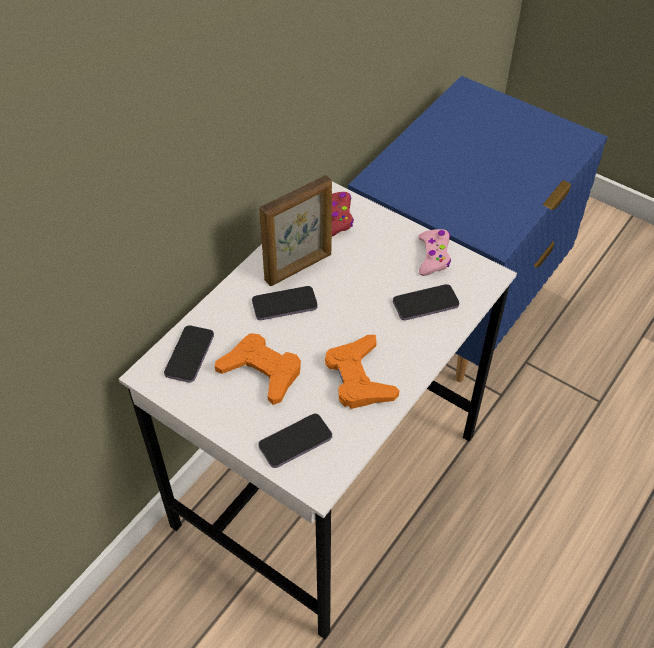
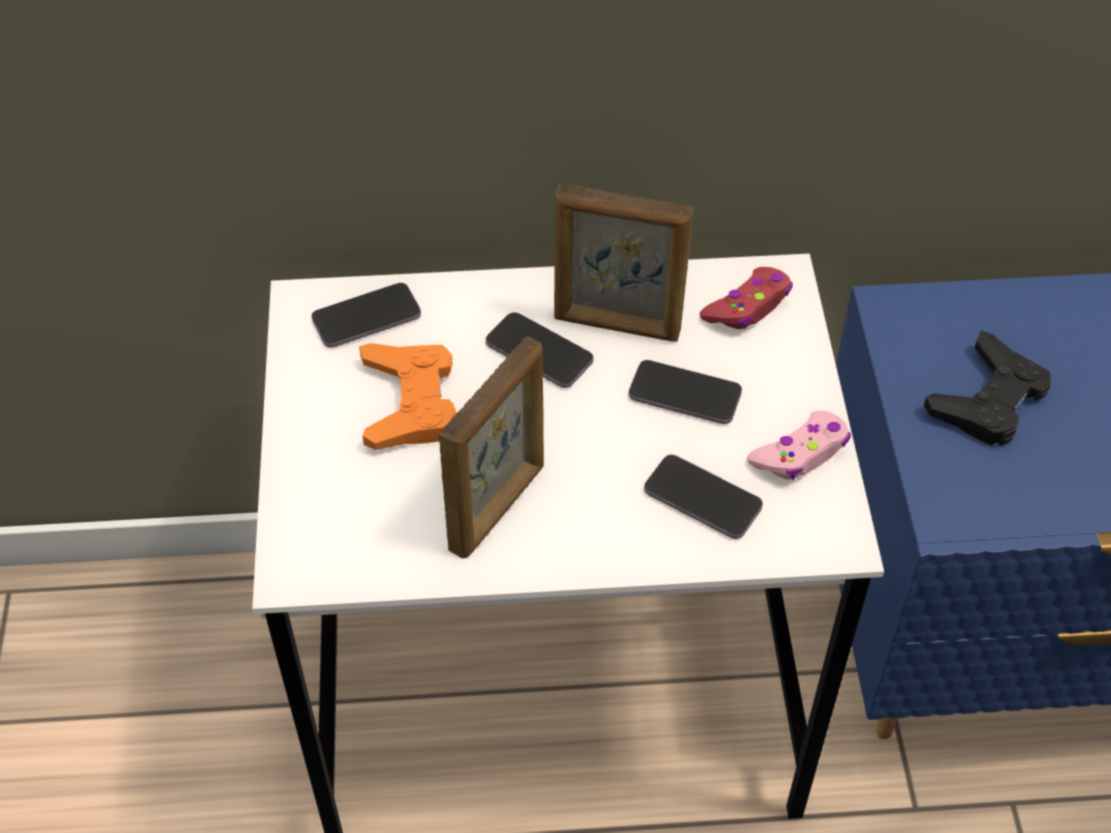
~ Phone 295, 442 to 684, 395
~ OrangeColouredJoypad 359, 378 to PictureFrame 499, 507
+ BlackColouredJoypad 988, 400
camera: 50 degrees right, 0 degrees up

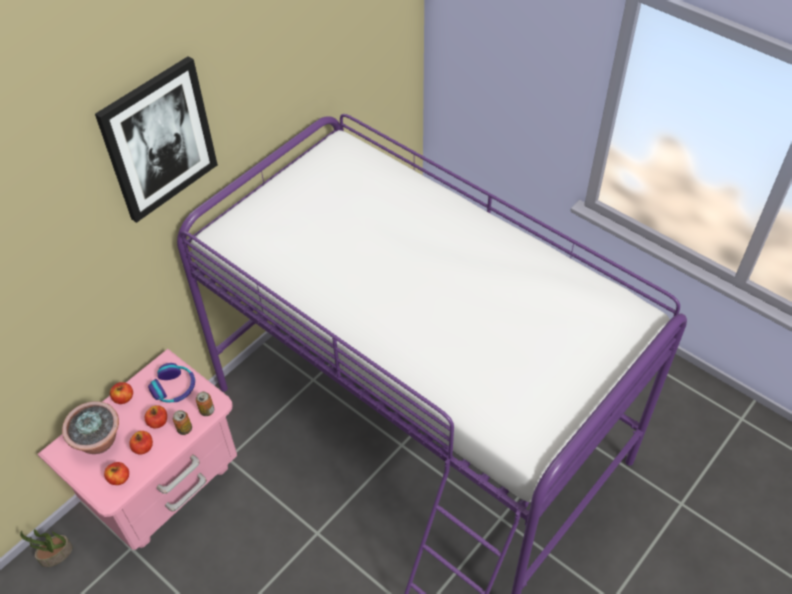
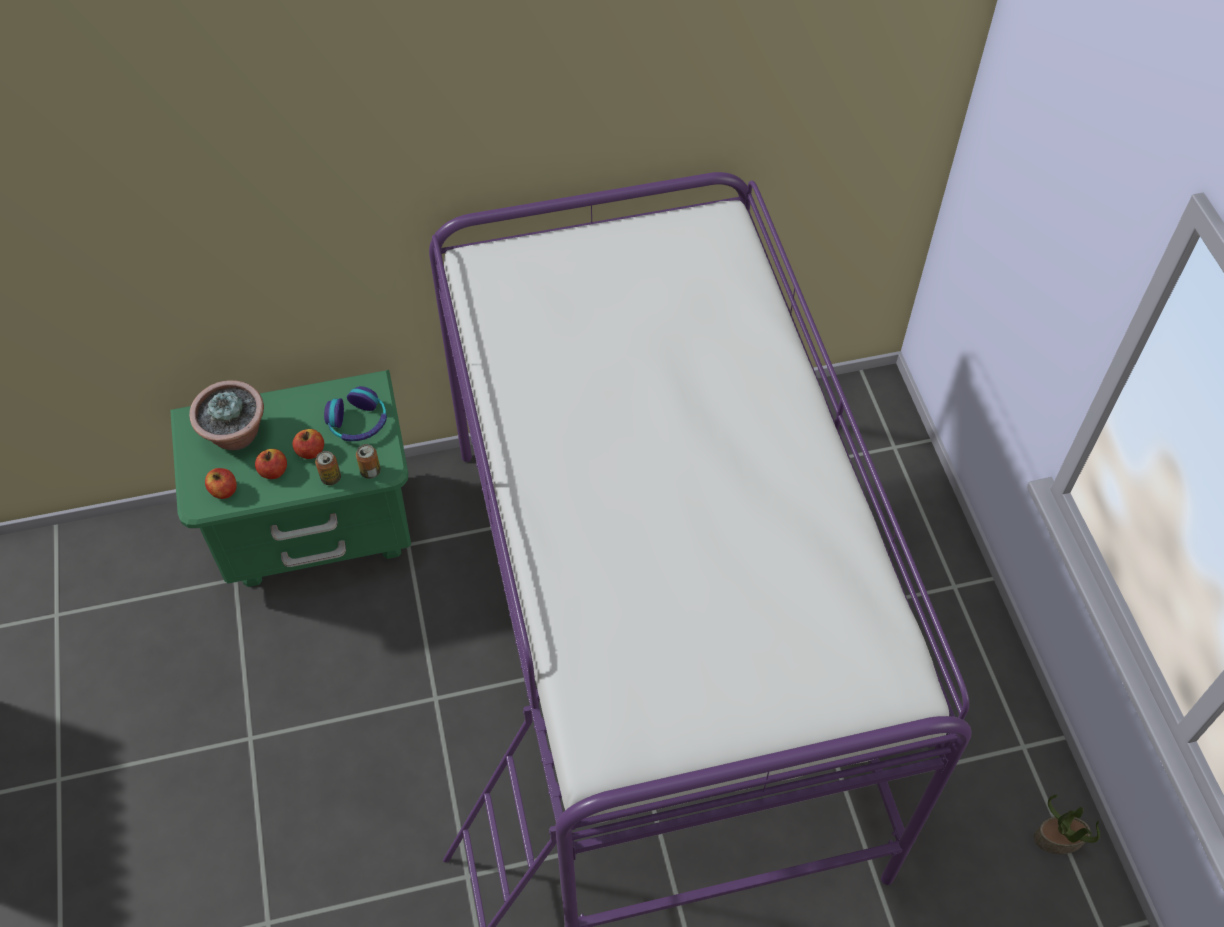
~ Houseplant 56, 555 to 1058, 839
~ PinkishNightTable 167, 489 to GreenishNightTable 319, 537
- WallPicture 158, 140
- AppleFruit 123, 398
camera: 35 degrees right, 5 degrees up

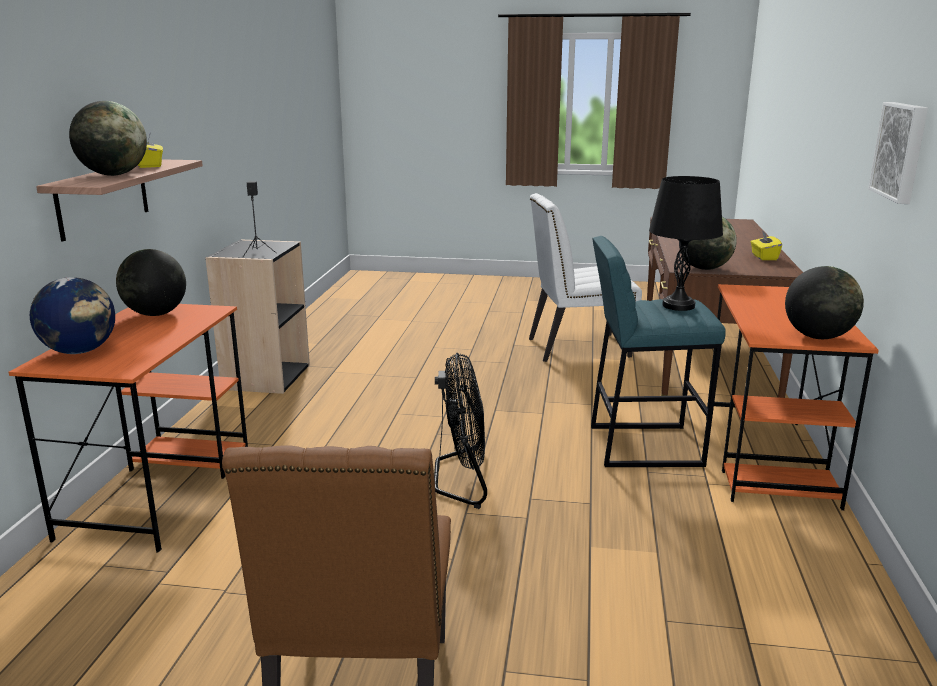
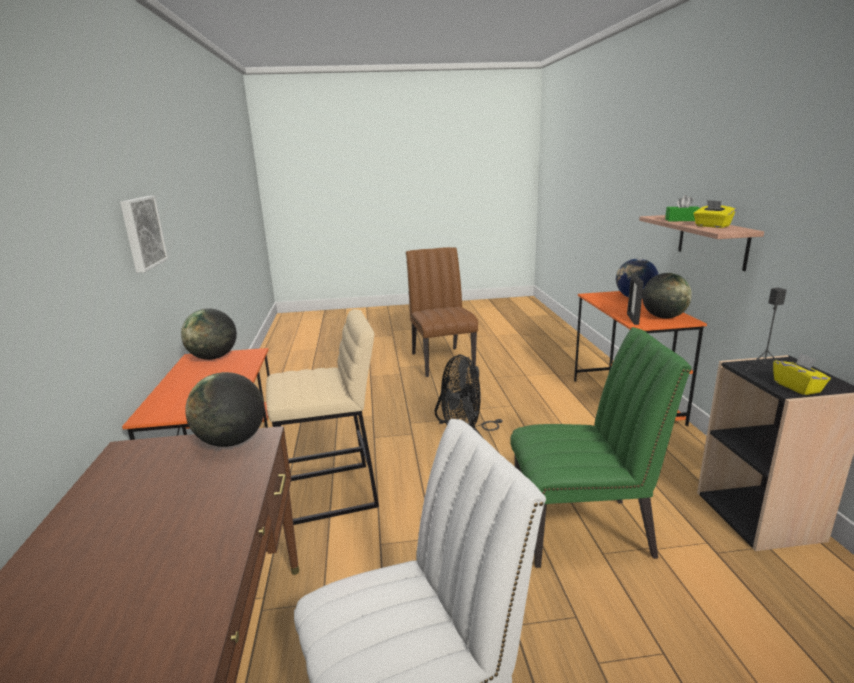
~ WorldGlobe 113, 175 to GreenishBoxOfTissues 681, 220
~ TurquoiseSittingStool 642, 446 to SandColouredSittingStool 333, 492
- BlackColouredLampForATable 678, 306
~ YellowColouredBoxOfTissues 764, 257 to 797, 387
+ GreenishUprightChair 580, 531
+ PictureFrame 633, 319
camera: 165 degrees right, 0 degrees up

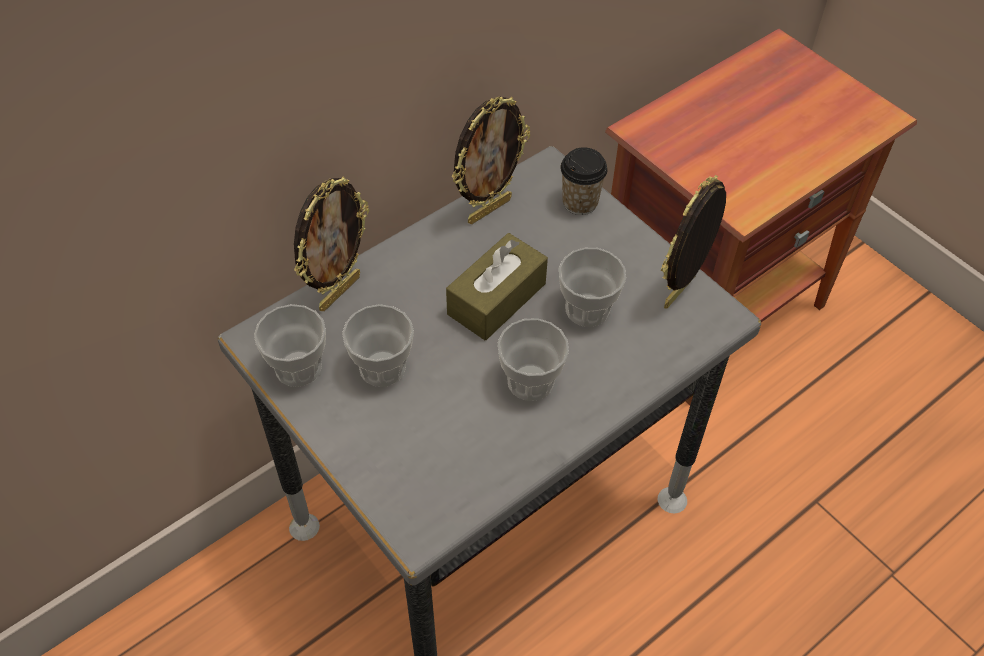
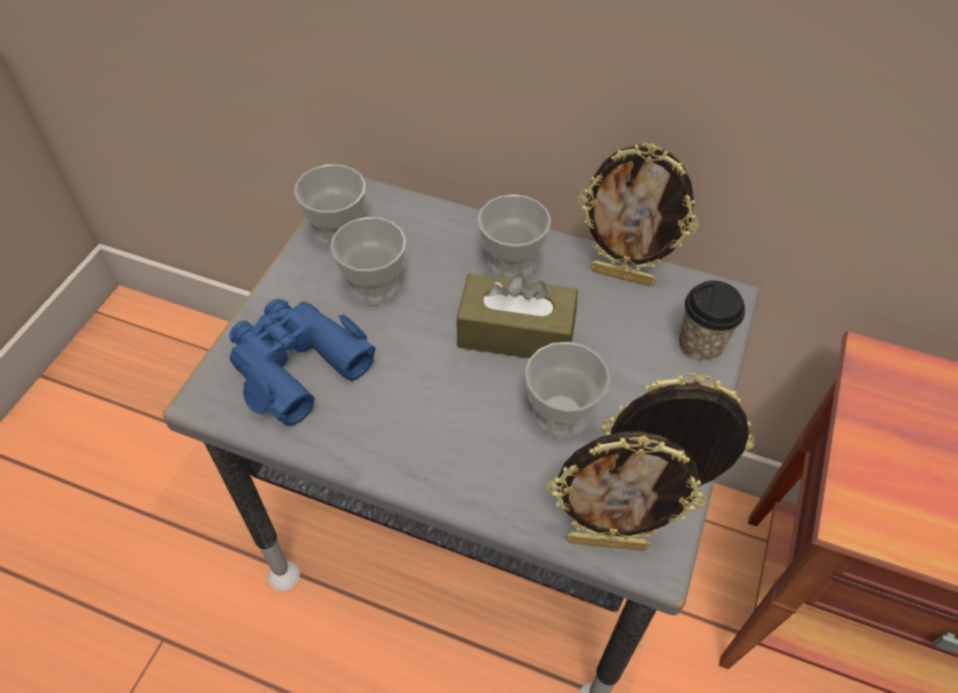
~ PictureFrame 338, 292 to 607, 541
~ SmallCup 530, 381 to 511, 263
+ BluishPairOfBinoculars 296, 364
camera: 60 degrees right, 0 degrees up

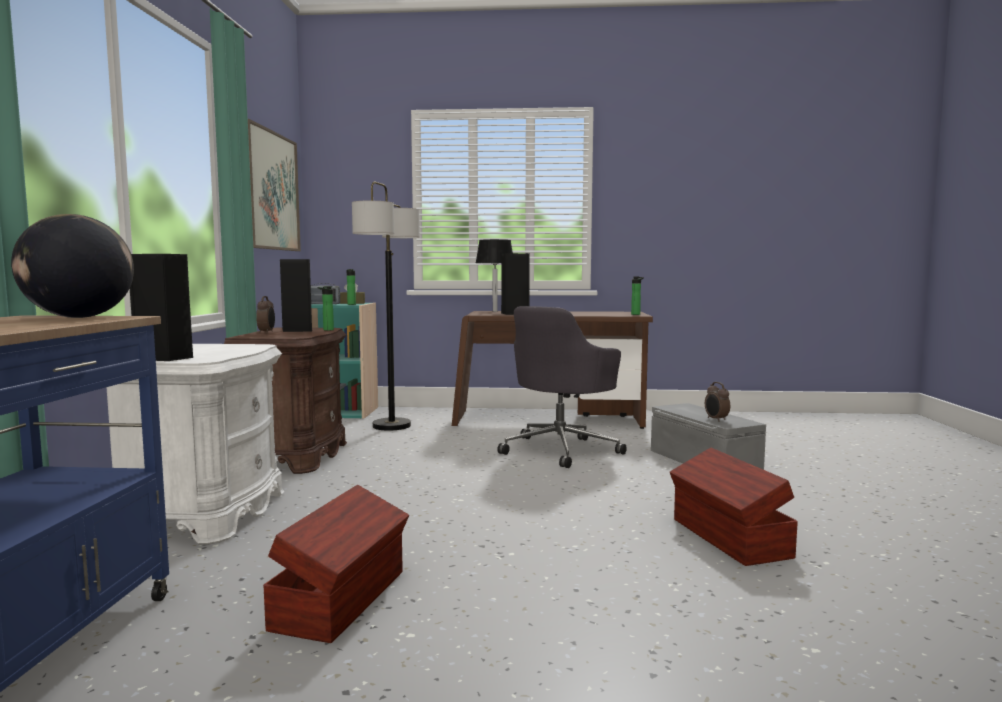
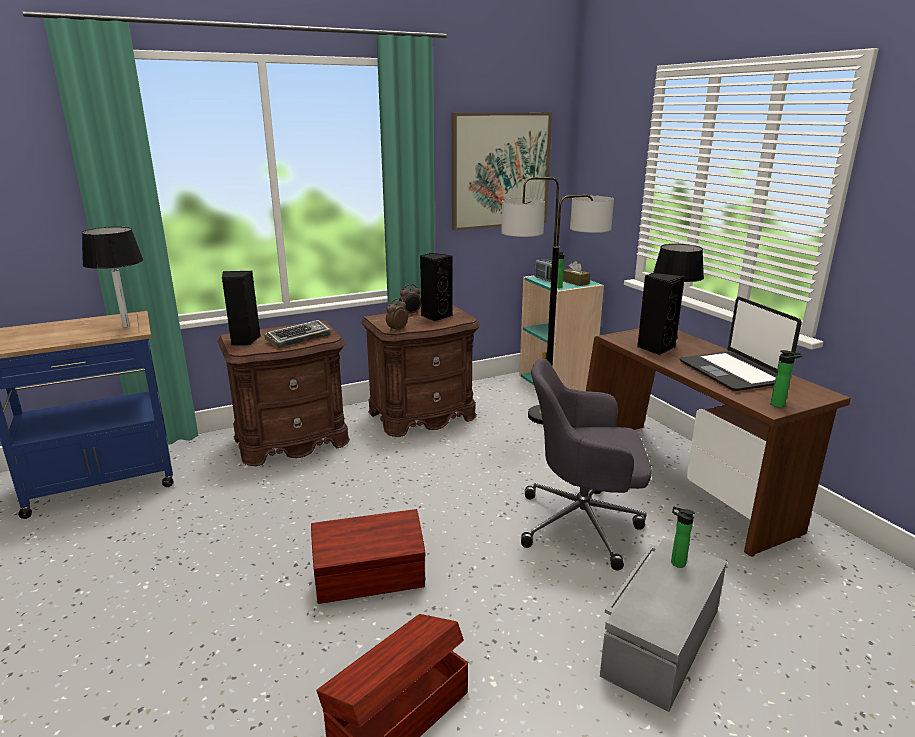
~ WorldGlobe 79, 317 to BlackColouredLampForATable 126, 326
~ WhitishNightTable 214, 513 to BrownColouredNightTable 294, 442
~ BrownColouredStorageContainer 343, 599 to 371, 580
~ DrinkBottle 326, 330 to 675, 562
~ AlarmClock 716, 419 to 396, 330
+ Keyboard 299, 338
+ NotebookComputer 732, 372
camera: 60 degrees right, 15 degrees up

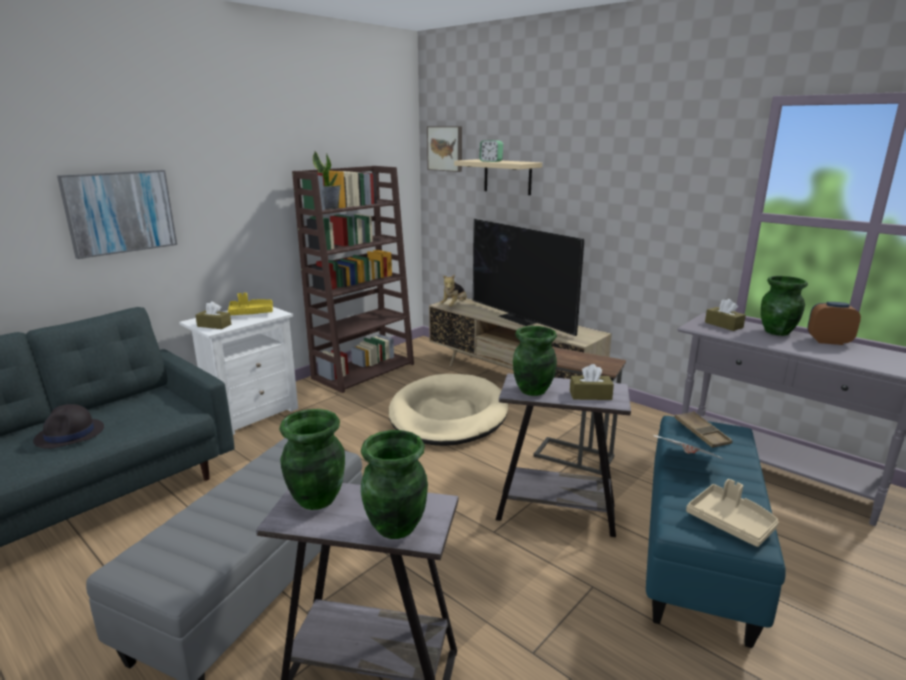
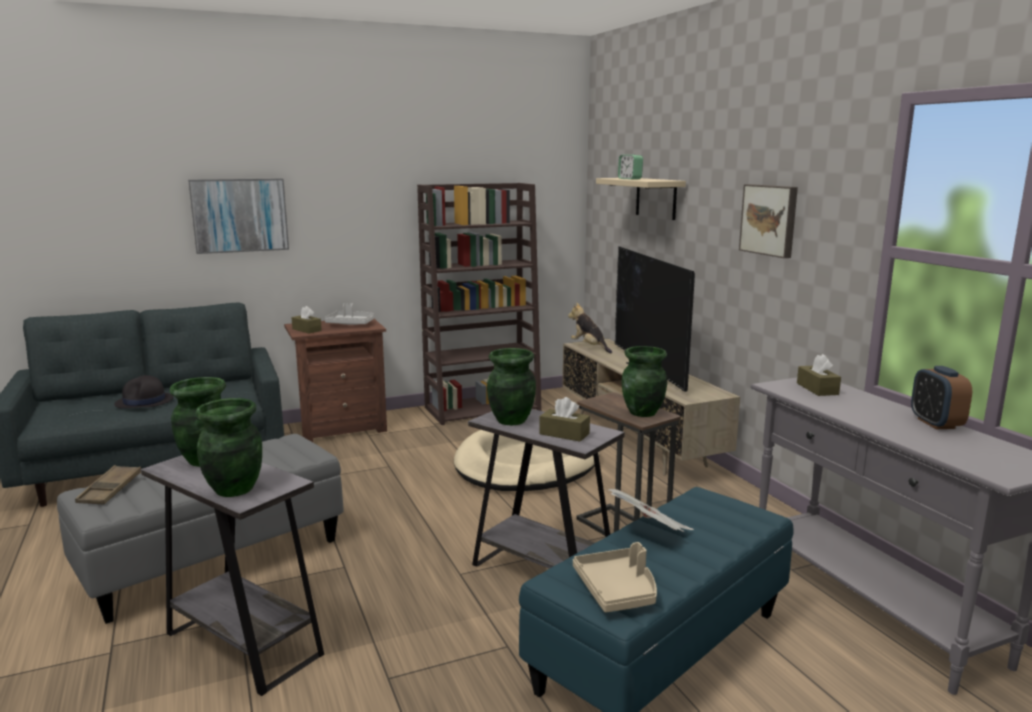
~ WhitishNightTable 250, 413 to BrownColouredNightTable 341, 428
~ YellowColouredTray 251, 313 to GrayTray 350, 324
- Houseplant 329, 208
~ WallPicture 446, 148 to 770, 220
~ CuddlyToy 454, 306 = 589, 347 90 degrees clockwise
~ BrownColouredTray 701, 433 to 110, 490
~ GreenishFlowerVase 777, 332 to 643, 412
~ AlarmClock 828, 341 = 936, 423 135 degrees counterclockwise
camera: 25 degrees right, 5 degrees down

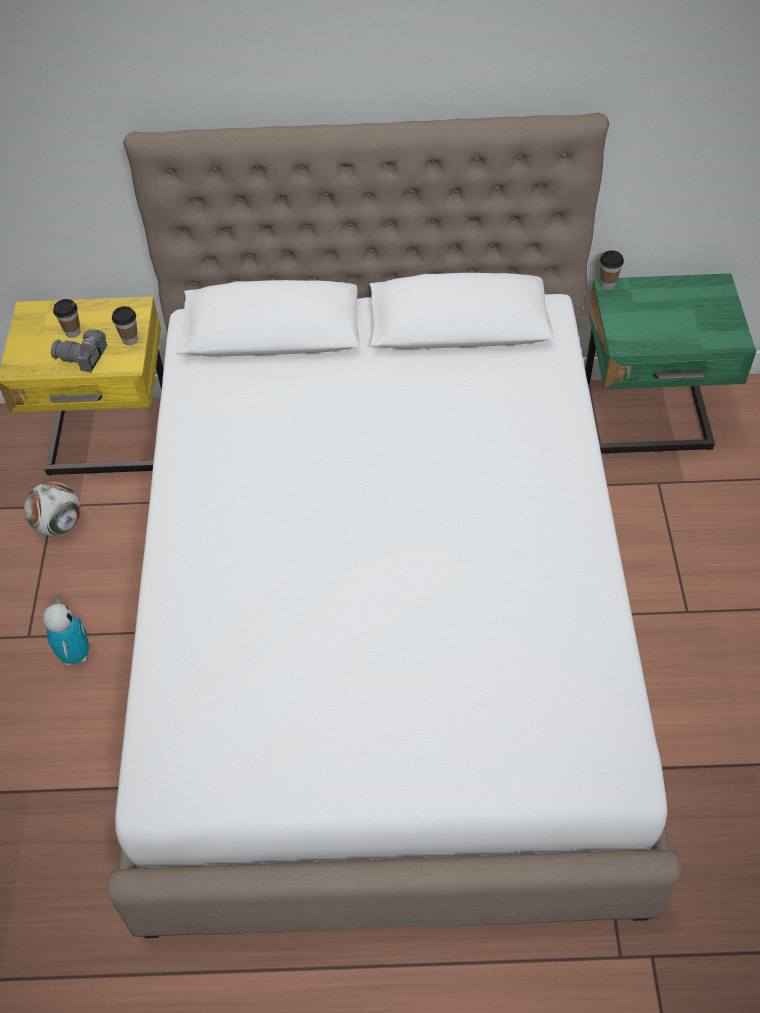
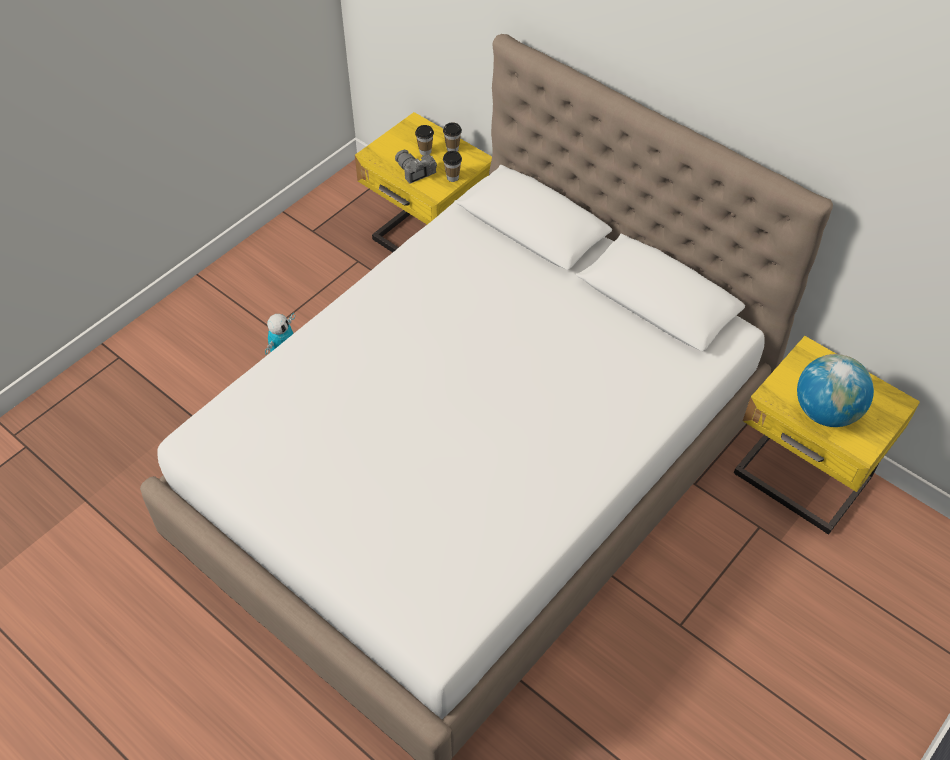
- FootballBall 59, 524
~ GreenishNightTable 647, 421 to YellowColouredNightTable 800, 480
~ SmallCup 607, 284 to 452, 149
+ WorldGlobe 825, 412
camera: 40 degrees right, 0 degrees up

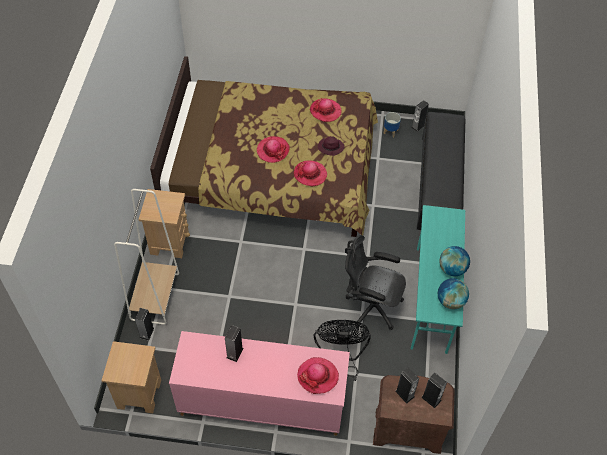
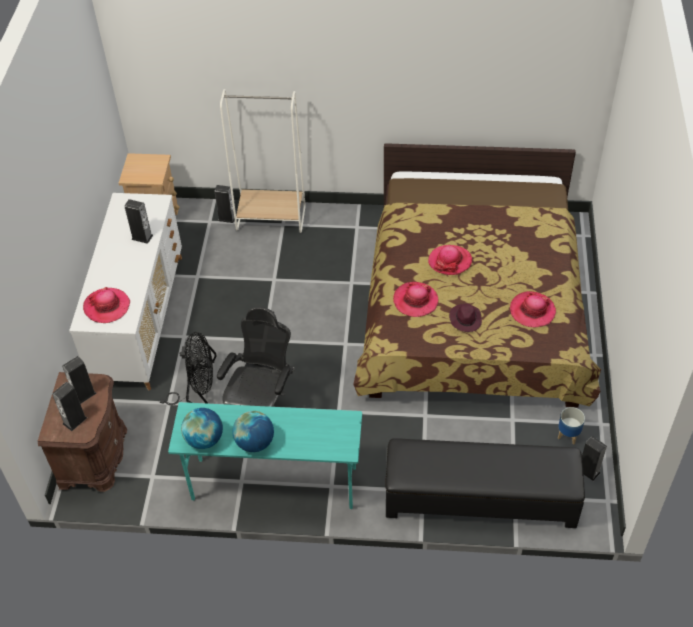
- SandColouredNightTable 170, 242
~ PinkishDresser 262, 402 to WhitishDresser 140, 319
camera: 90 degrees right, 5 degrees down

